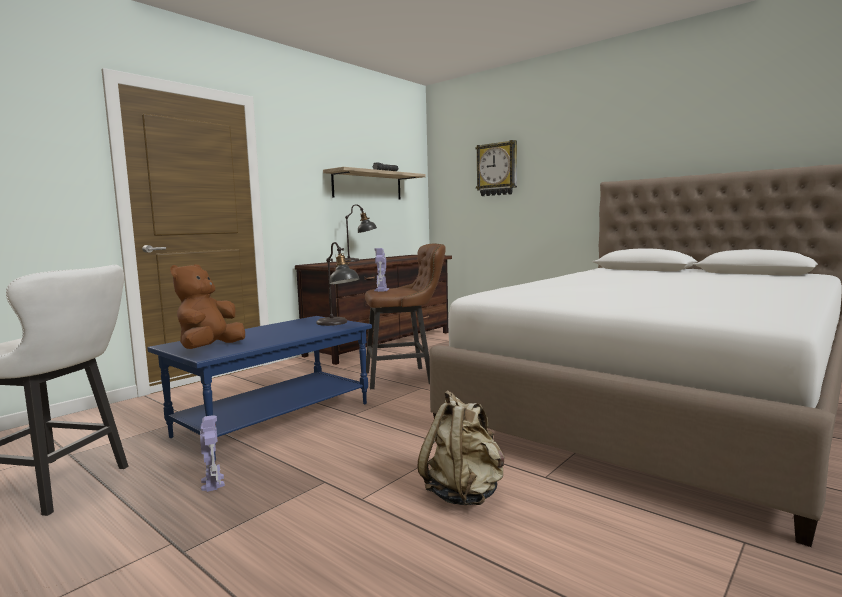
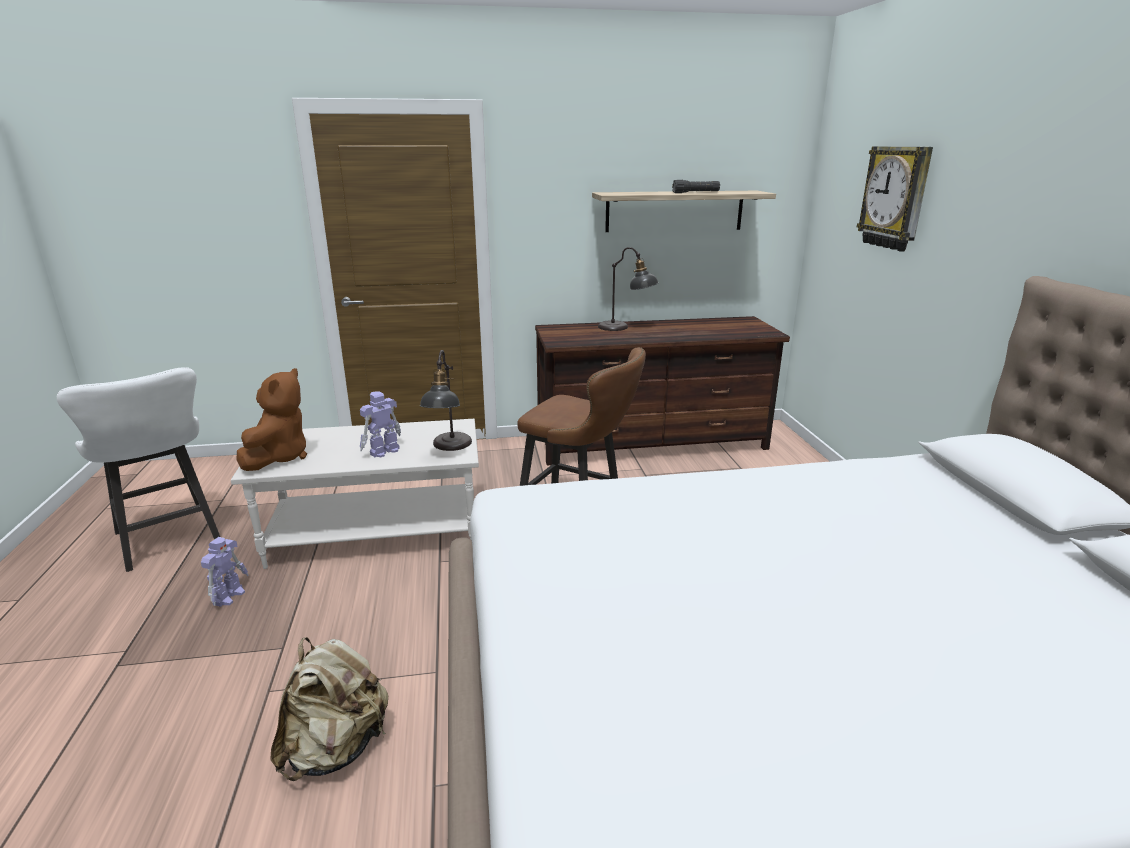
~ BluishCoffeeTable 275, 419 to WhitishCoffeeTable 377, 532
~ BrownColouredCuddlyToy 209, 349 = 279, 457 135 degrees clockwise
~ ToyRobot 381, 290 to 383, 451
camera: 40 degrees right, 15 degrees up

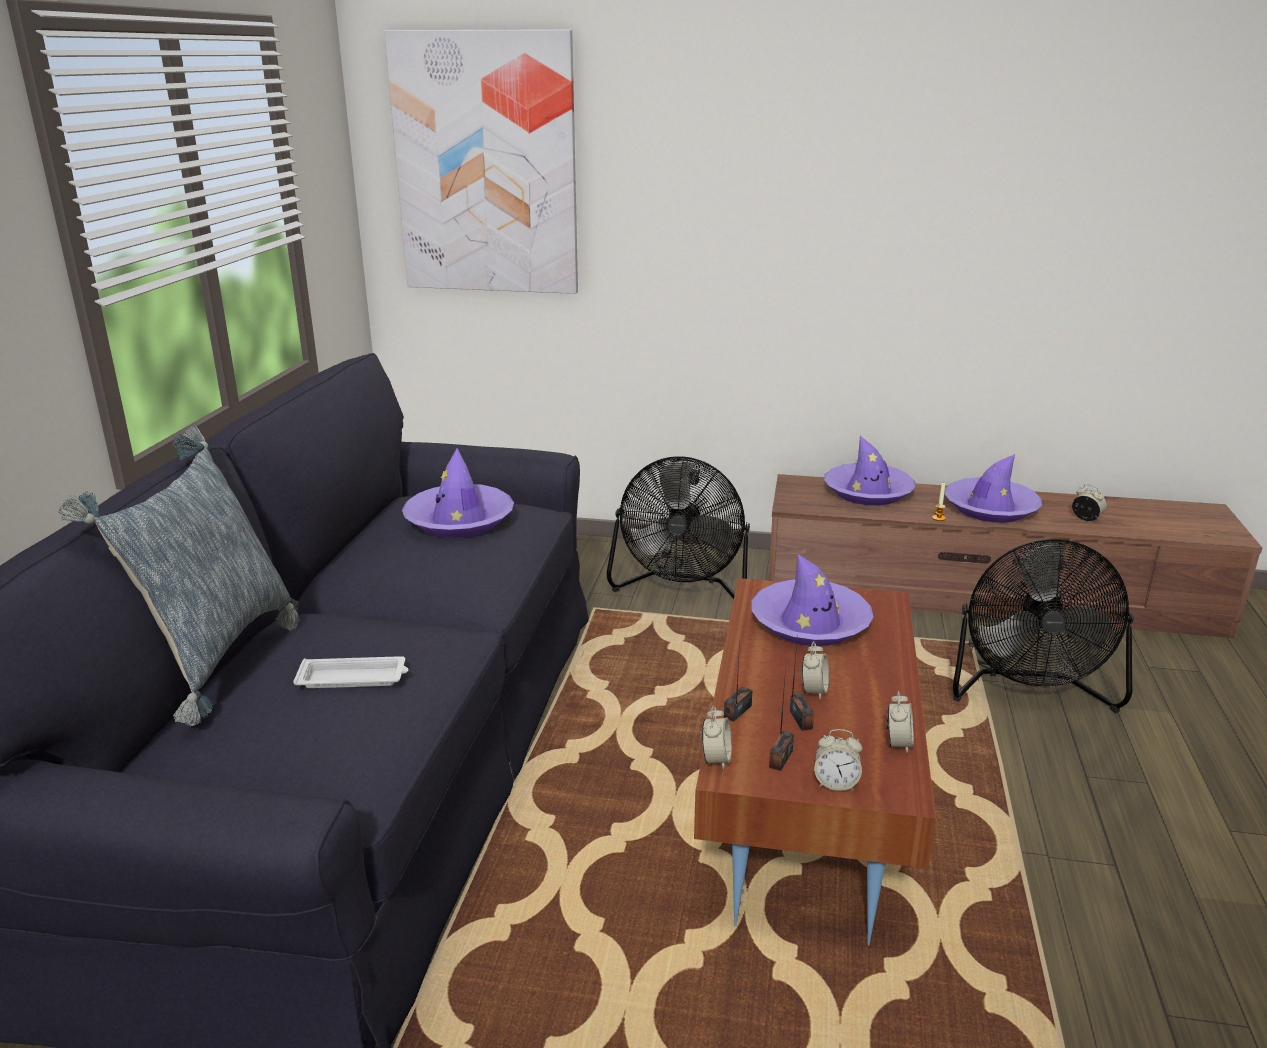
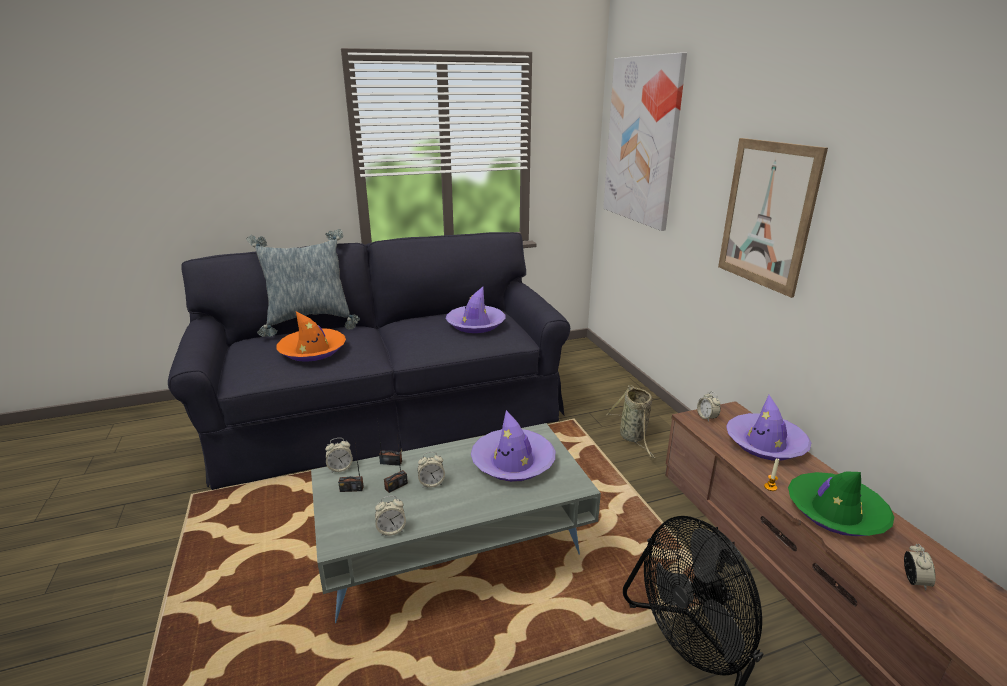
~ WhitishTray 354, 678 to OrangeColouredHat 313, 350
~ BlackColouredFan 678, 586 to HouseholdBasket 633, 437
~ BrownColouredCoffeeTable 805, 799 to GrayCoffeeTable 455, 558
~ AlarmClock 835, 783 to 706, 417
~ PurpleHat 990, 508 to GreenishHat 835, 512
+ WallPicture 767, 215
camera: 60 degrees right, 0 degrees up

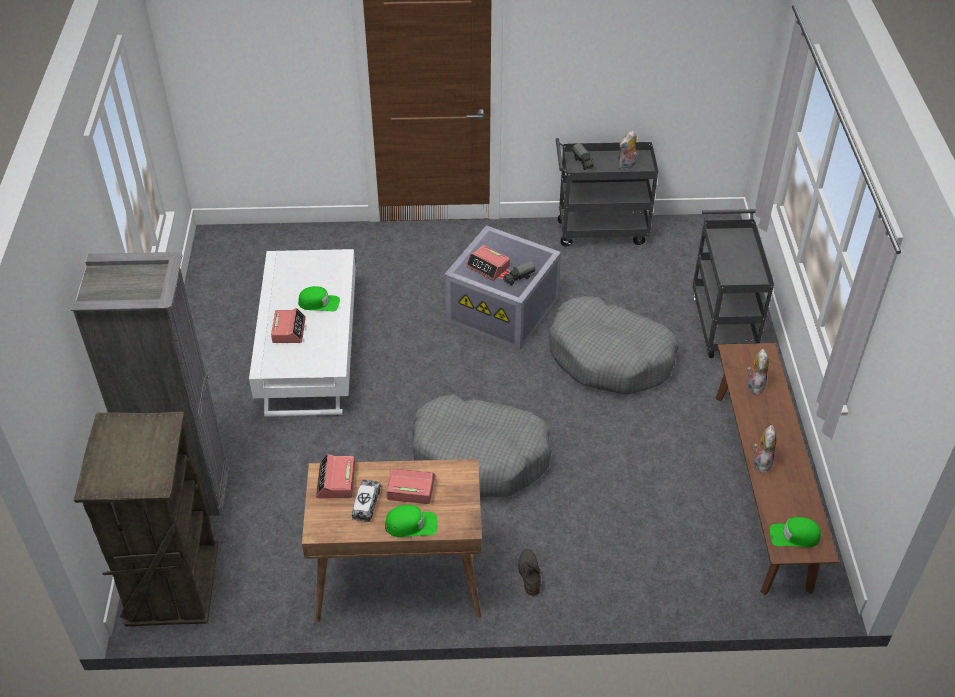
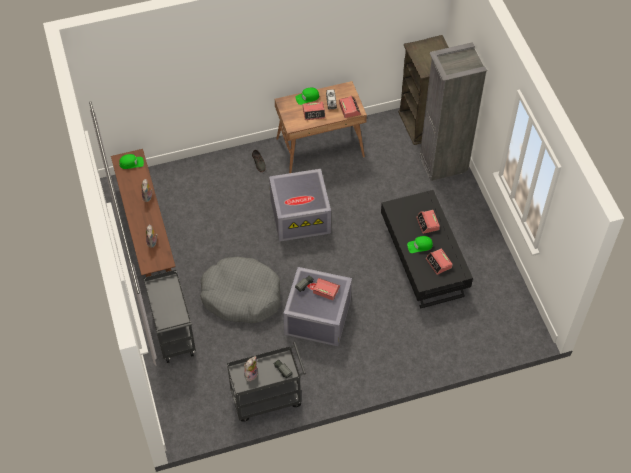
~ WhitishCoffeeTable 310, 350 to BlackColouredCoffeeTable 423, 259
~ GrayDogCushion 480, 456 to GrayStorageContainer 300, 215
+ AlarmClock 439, 263
camera: 165 degrees right, 10 degrees up

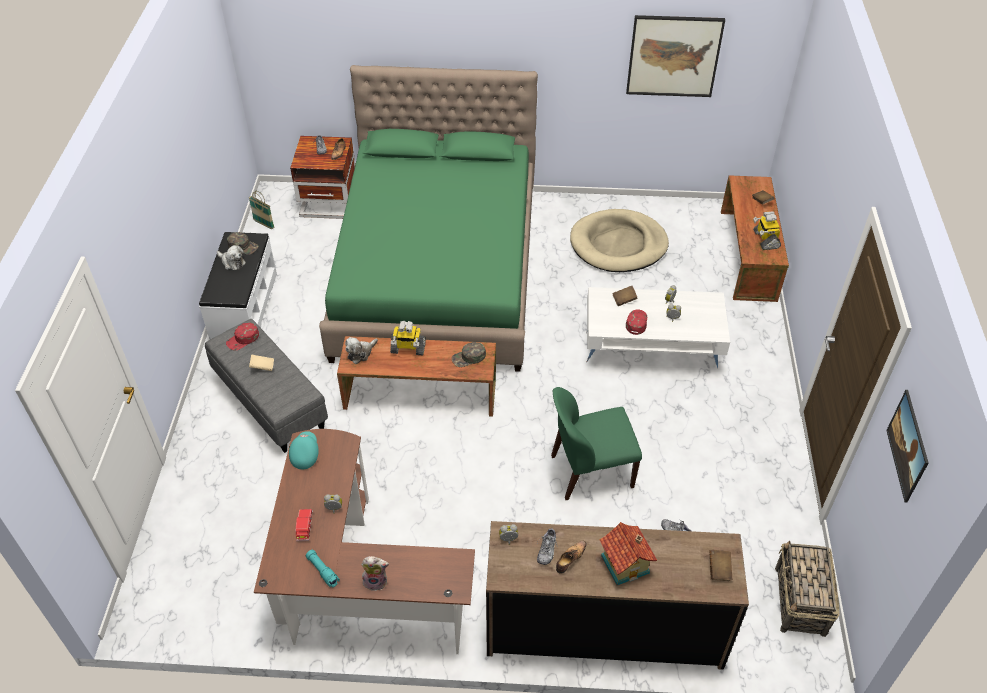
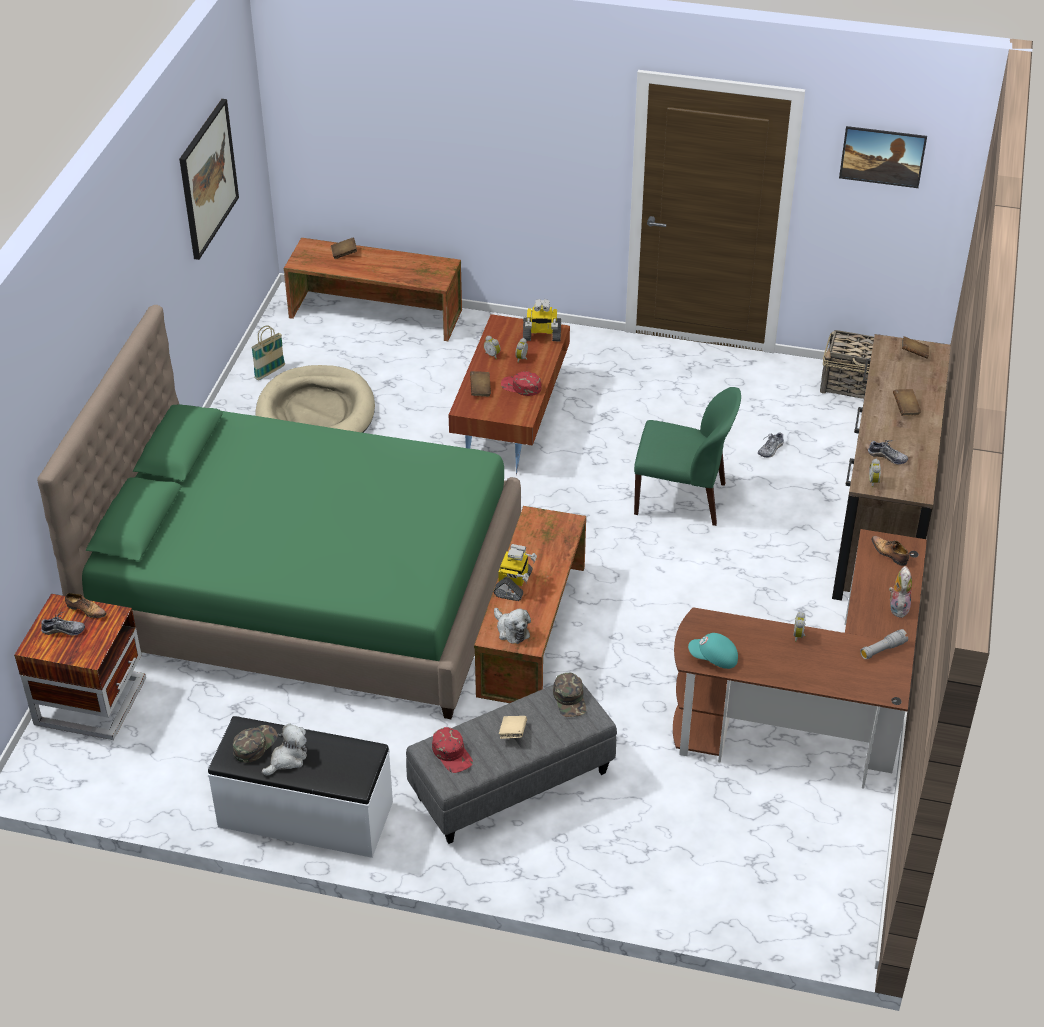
~ HouseholdBasket 264, 224 to 270, 372
- RedModelCar 304, 527
~ TurquoiseFlashlight 322, 571 to GrayFlashlight 882, 649
~ GreenishPeakedCap 469, 357 to 570, 699
~ GreenishUprightChair 589, 471 = 682, 499 75 degrees counterclockwise
~ LowShoe 570, 559 to 889, 554
~ WhitishCoffeeTable 650, 351 to BrownColouredCoffeeTable 511, 420
~ ToyHouse 626, 564 to BrownColouredBoundBook 905, 408
~ ToyRobot 765, 239 to 541, 335
camera: 80 degrees left, 5 degrees down

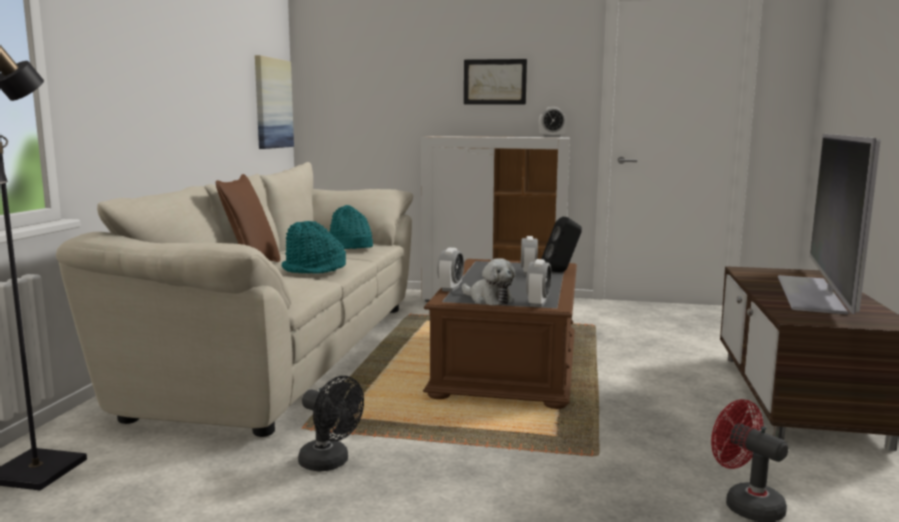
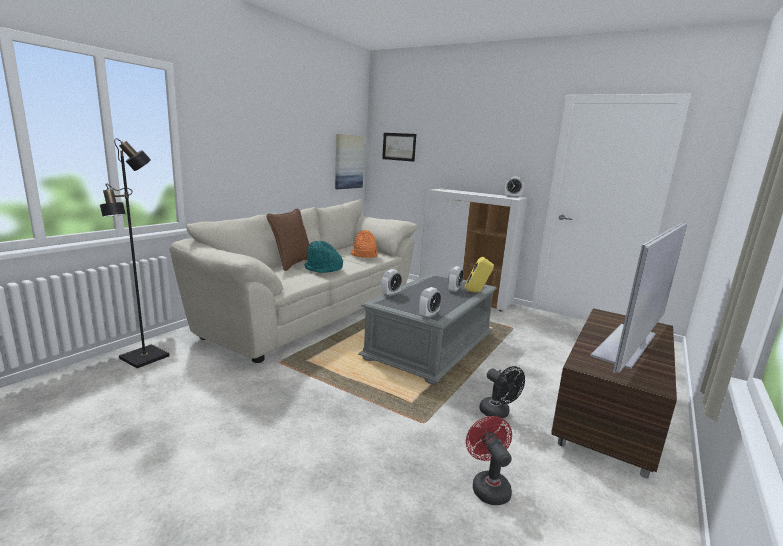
~ BlackColouredFan 330, 463 to 498, 413
~ TurquoiseHat 349, 247 to OrangeColouredHat 364, 255
~ BrownColouredCoffeeTable 508, 364 to GrayCoffeeTable 430, 345
- CuddlyToy 488, 299
~ WallPicture 495, 82 to 399, 146
~ BlackColouredLoudspeaker 561, 271 to YellowColouredLoudspeaker 477, 292
camera: 20 degrees right, 5 degrees up

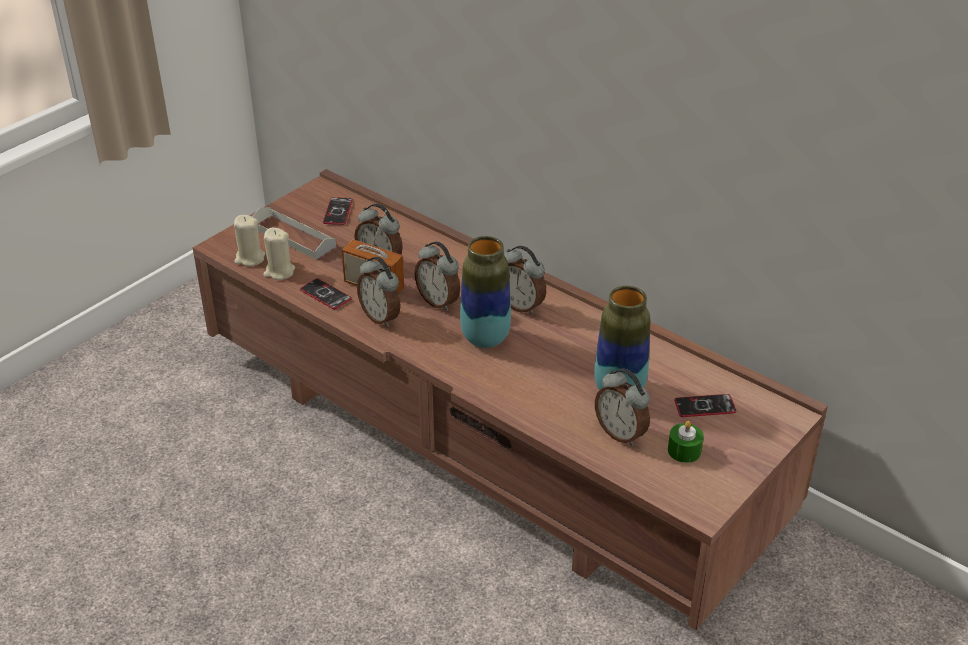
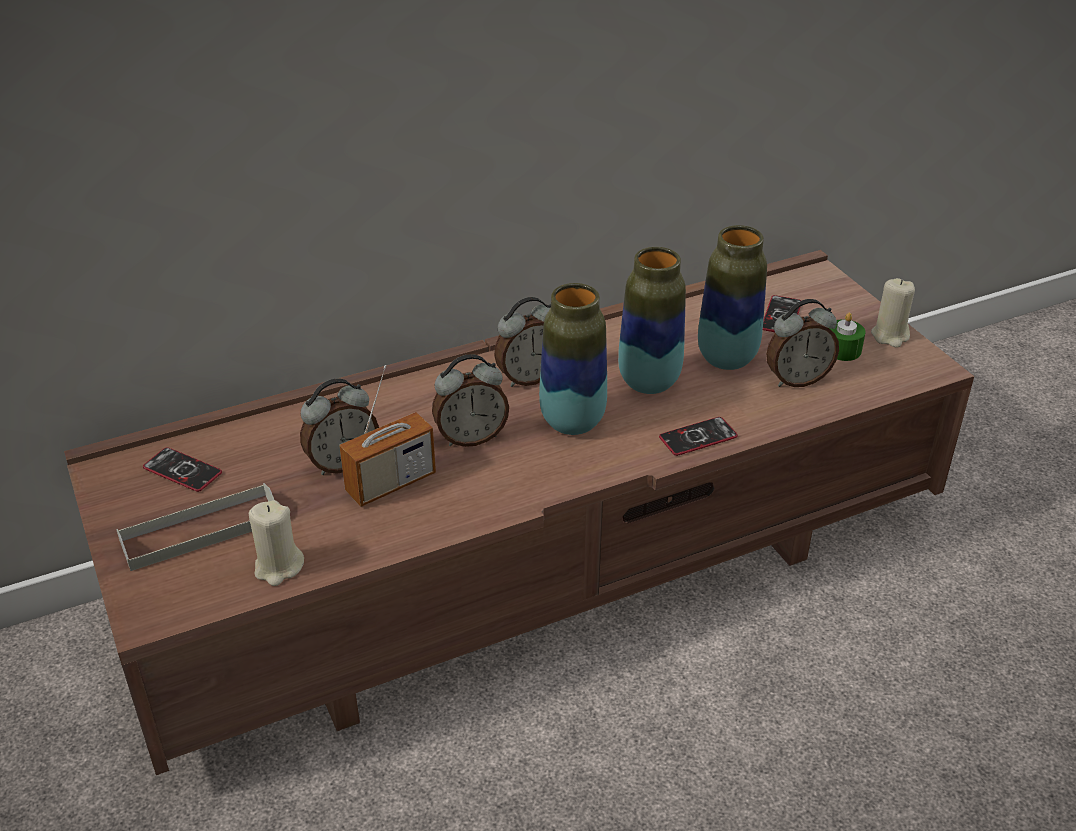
~ SandColouredWaxCandle 250, 258 to 890, 336
~ Phone 325, 295 to 698, 437
- AlarmClock 381, 317
+ FlowerVase 649, 382
camera: 65 degrees left, 0 degrees up

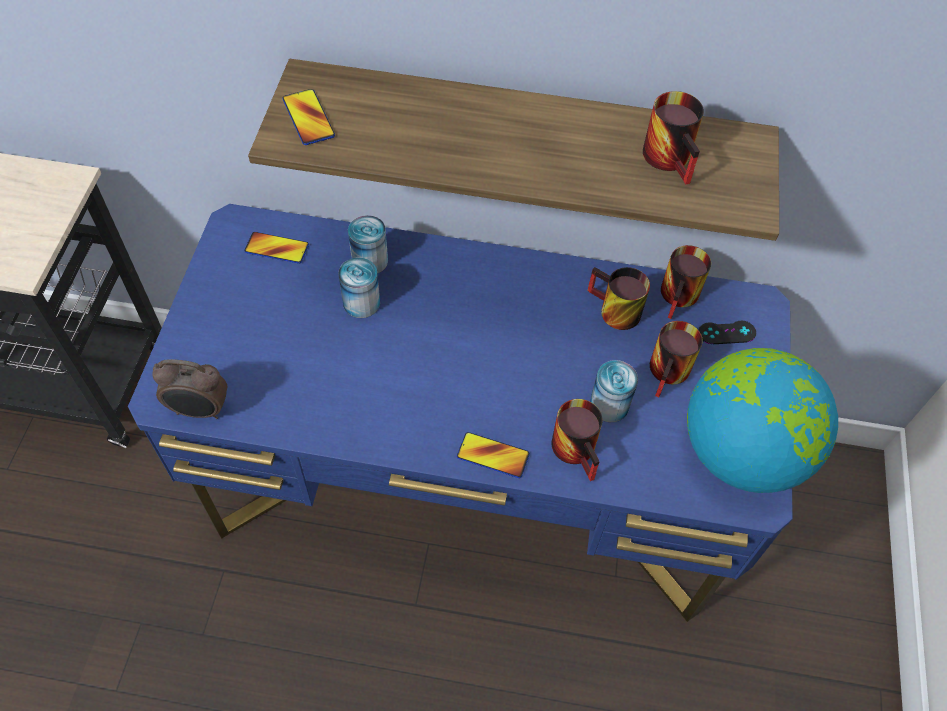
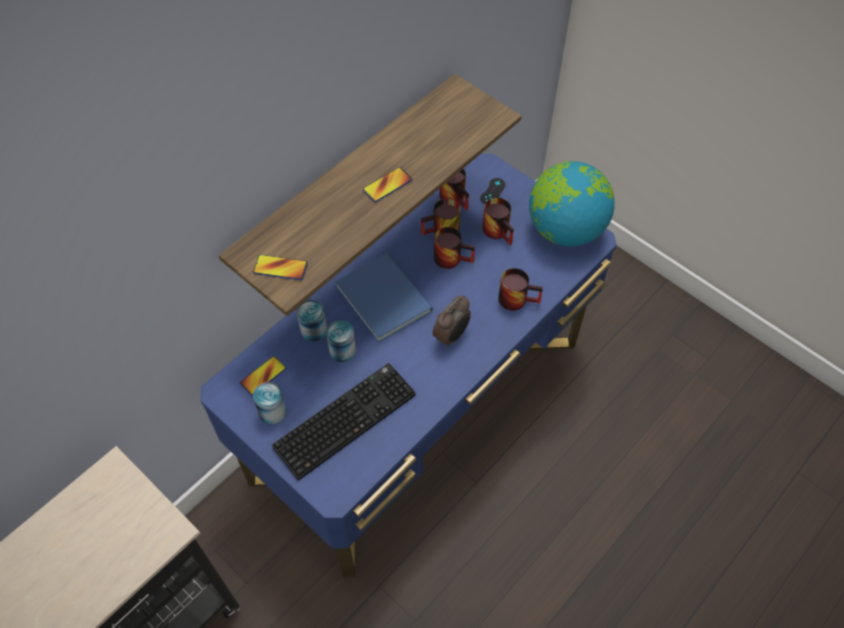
~ AlarmClock 200, 410 to 452, 336
~ Phone 493, 455 to 387, 185
~ SealedCan 609, 405 to 272, 411
~ TeaMug 674, 159 to 452, 257
+ Keyboard 345, 418
+ BluishBoundBook 384, 295
camera: 55 degrees left, 0 degrees up

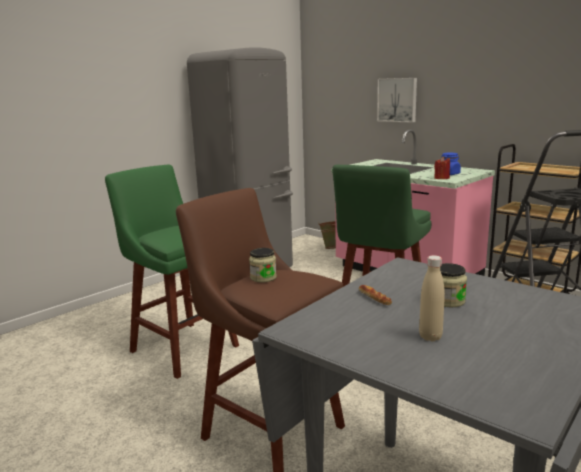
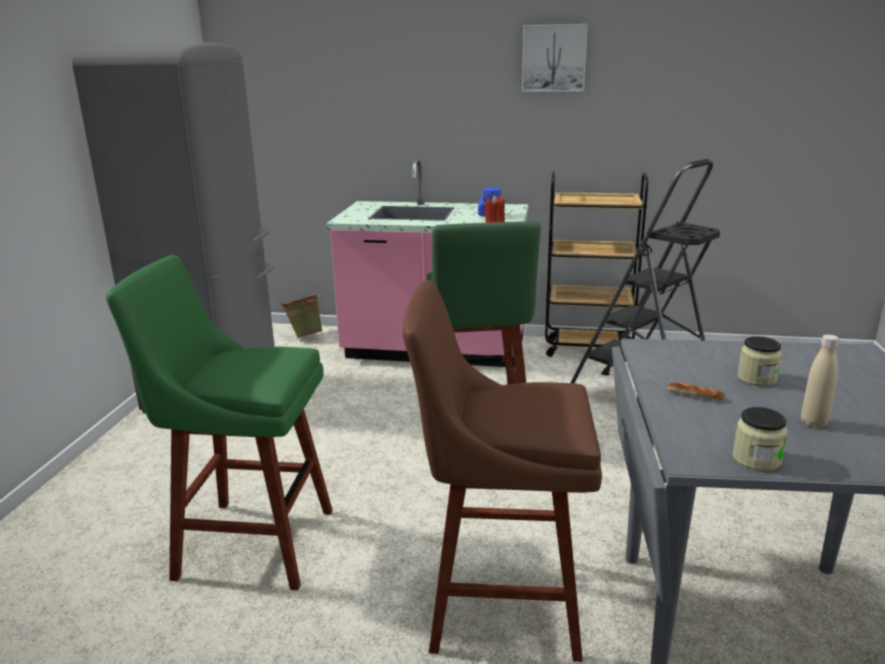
~ PreserveJar 263, 278 to 756, 459
~ WallPicture 397, 100 to 554, 58
camera: 35 degrees left, 5 degrees up

